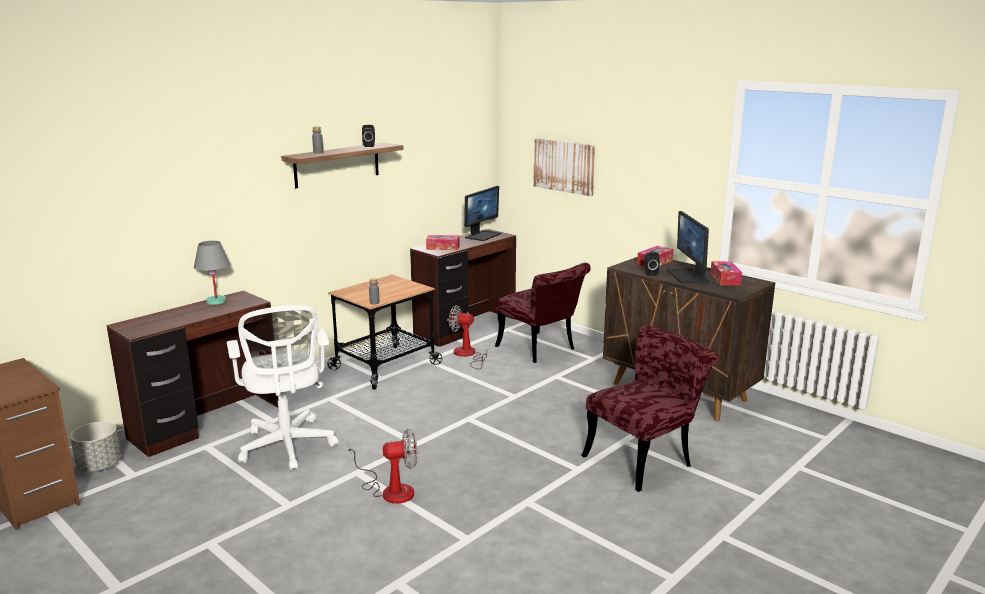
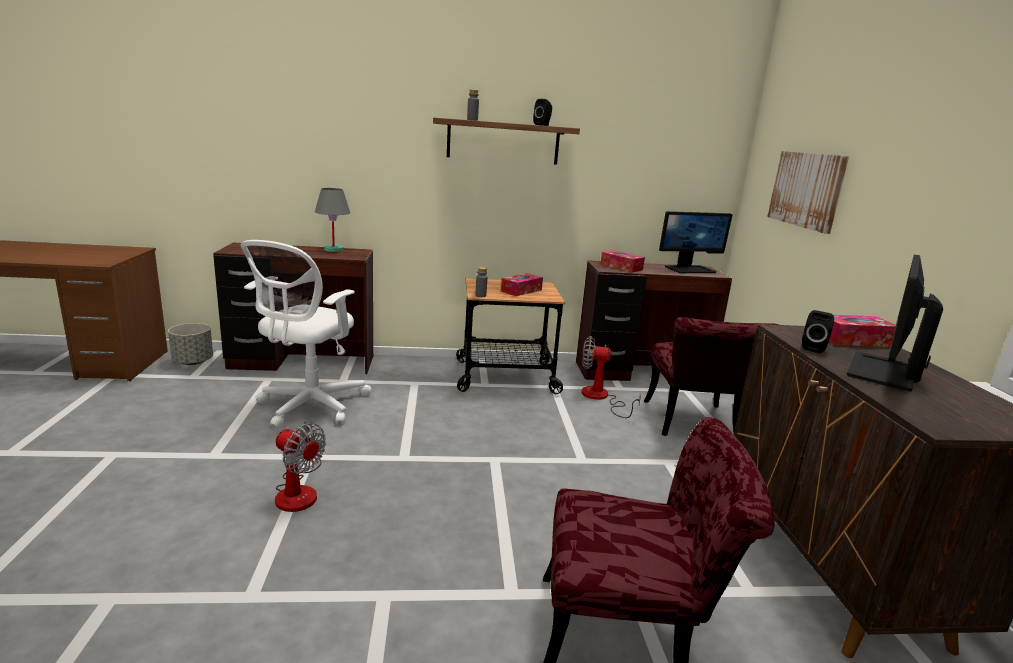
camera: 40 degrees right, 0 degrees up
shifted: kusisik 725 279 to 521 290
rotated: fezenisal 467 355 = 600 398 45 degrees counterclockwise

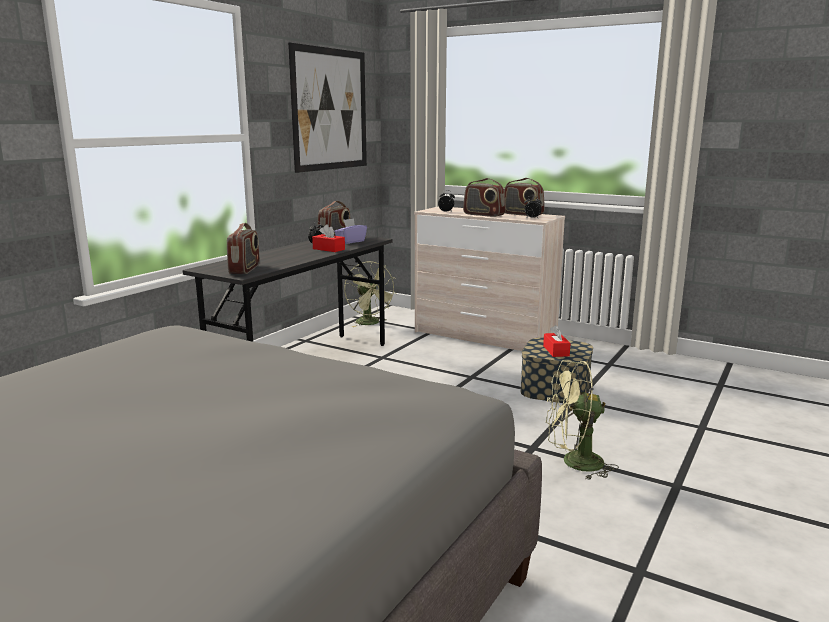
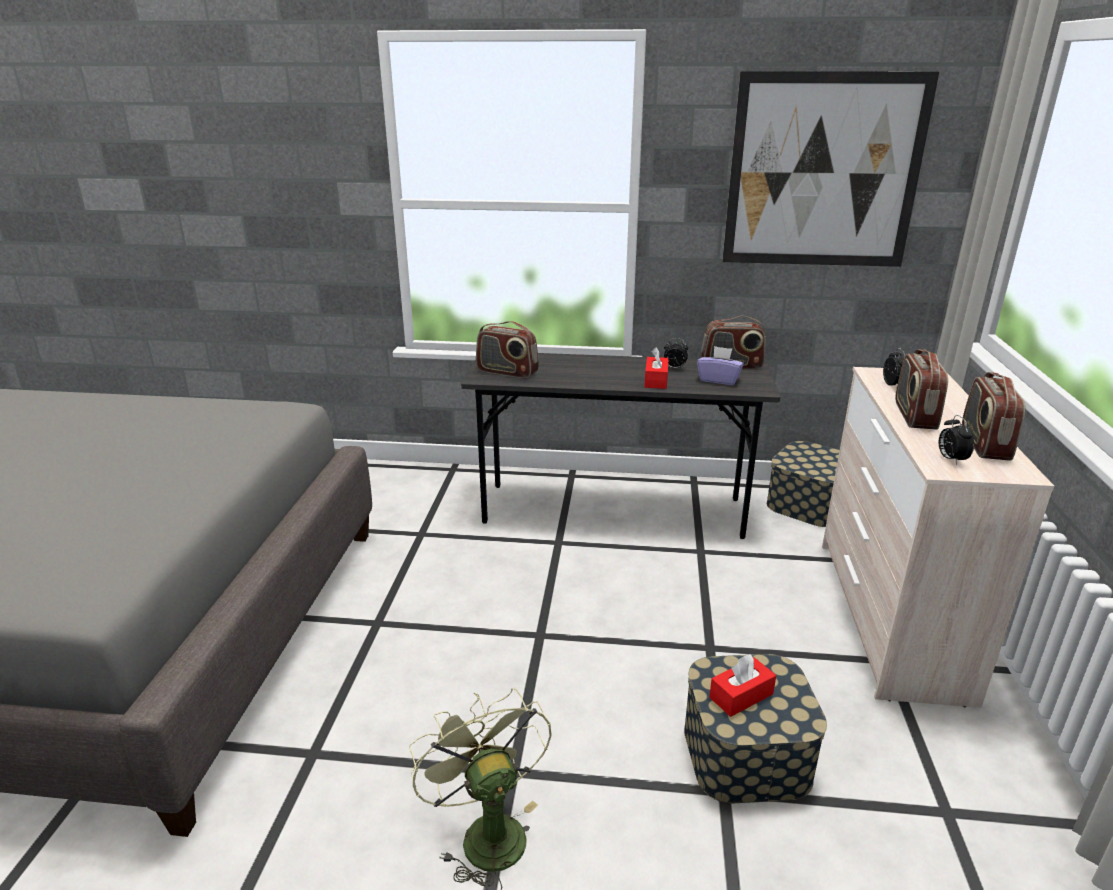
camera: 65 degrees right, 10 degrees up
swapped: green fezenisal 370 323 to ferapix 809 503
rotated: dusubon 245 269 = 507 372 45 degrees clockwise

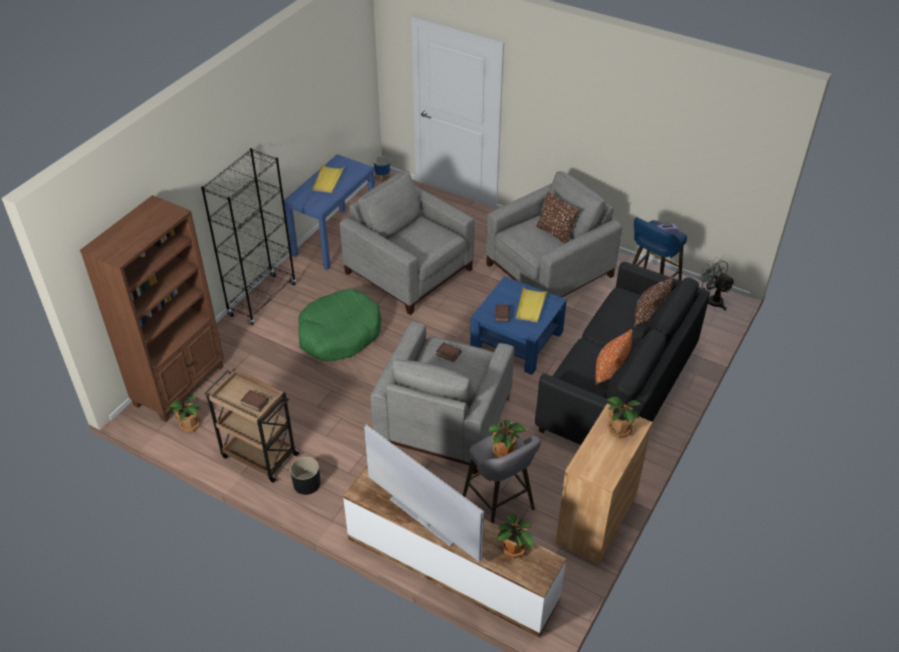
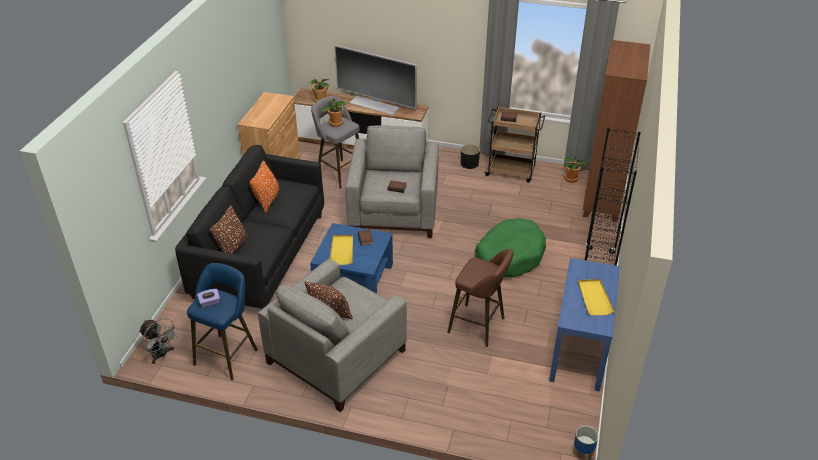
camera: 165 degrees right, 5 degrees down
gone: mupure 619 429
swapped: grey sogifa 410 271 to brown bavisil 479 326

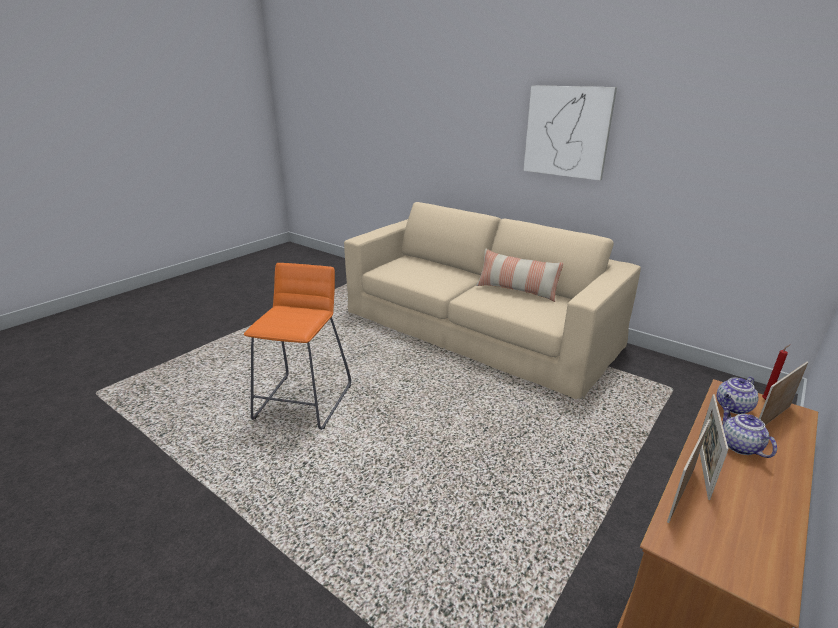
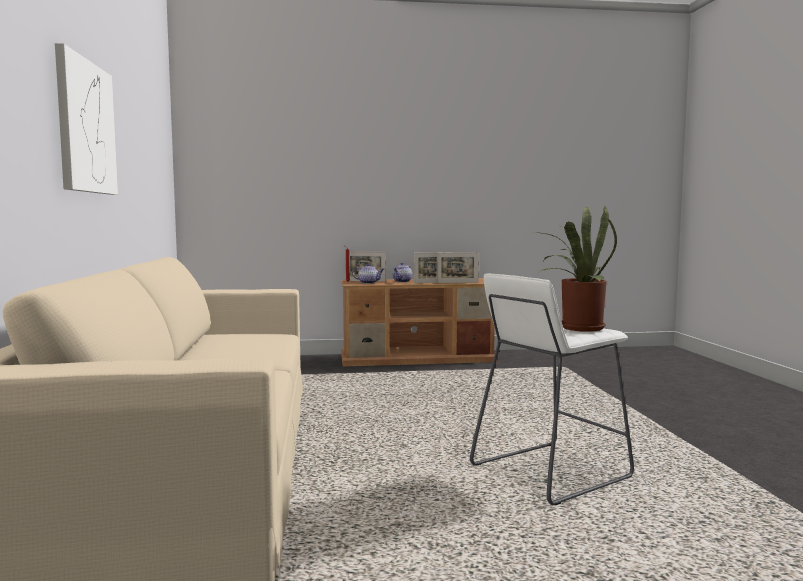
camera: 135 degrees left, 20 degrees down
gone: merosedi 517 290
new: mupure 577 328
repainted: orange bavisil 304 401 to white bavisil 550 472

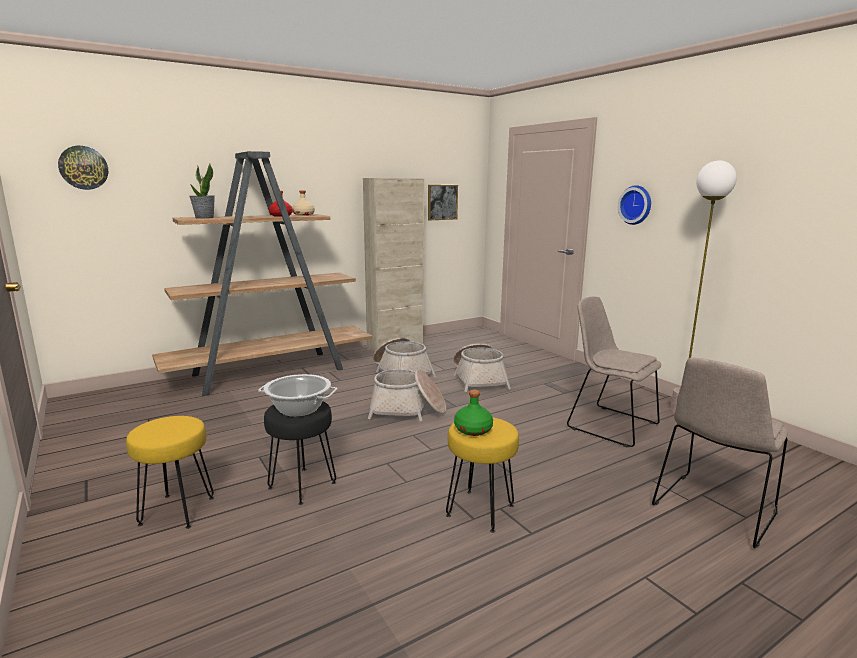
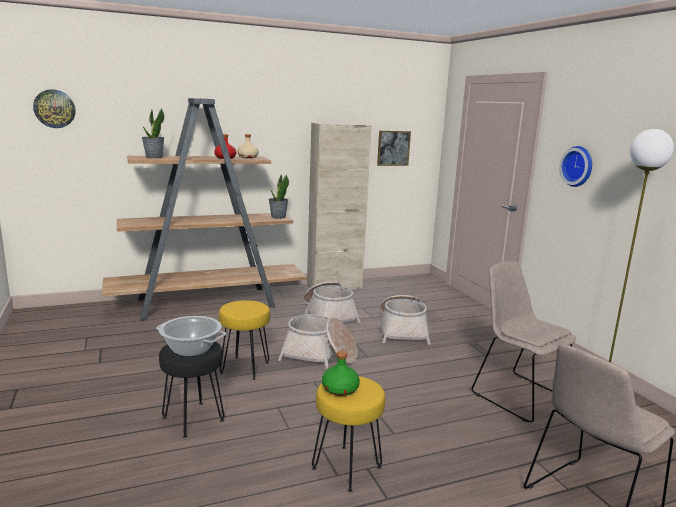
camera: 10 degrees right, 0 degrees up
new: mupure 278 217
shifted: yellow bavisil 177 510 to 244 367

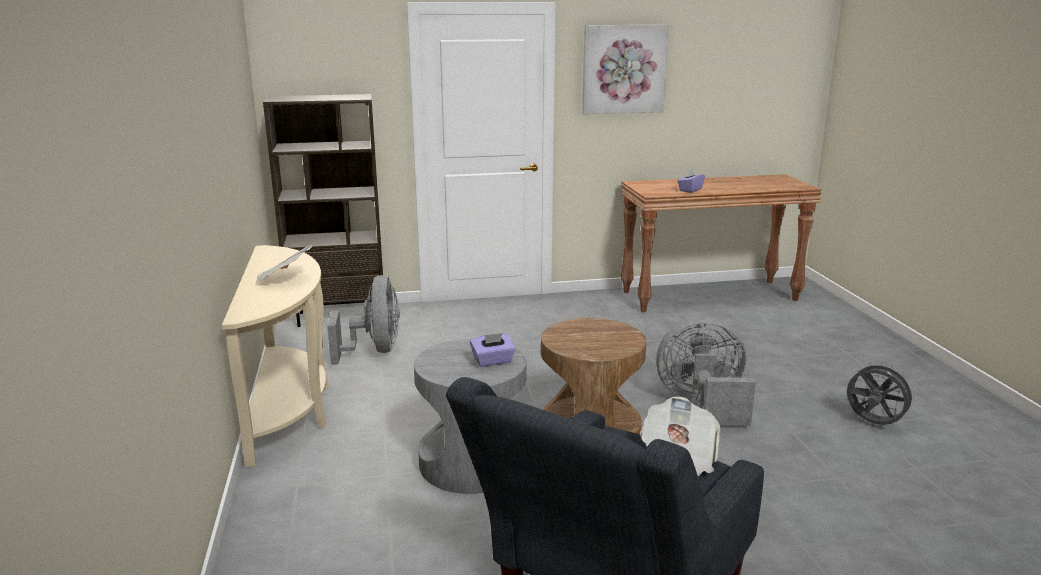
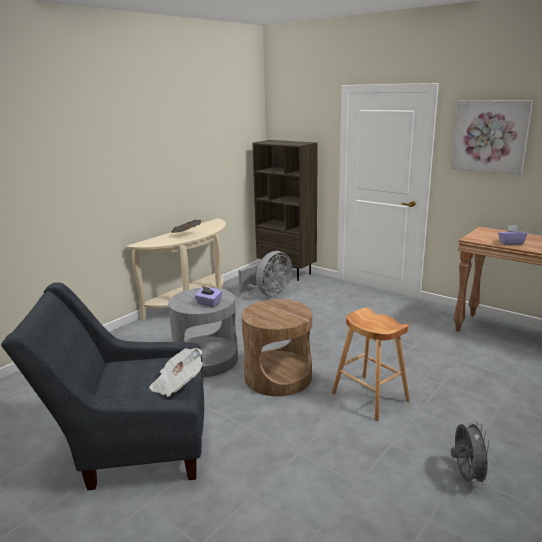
camera: 50 degrees right, 0 degrees up
swapped: grey fezenisal 702 404 to brown bavisil 370 397

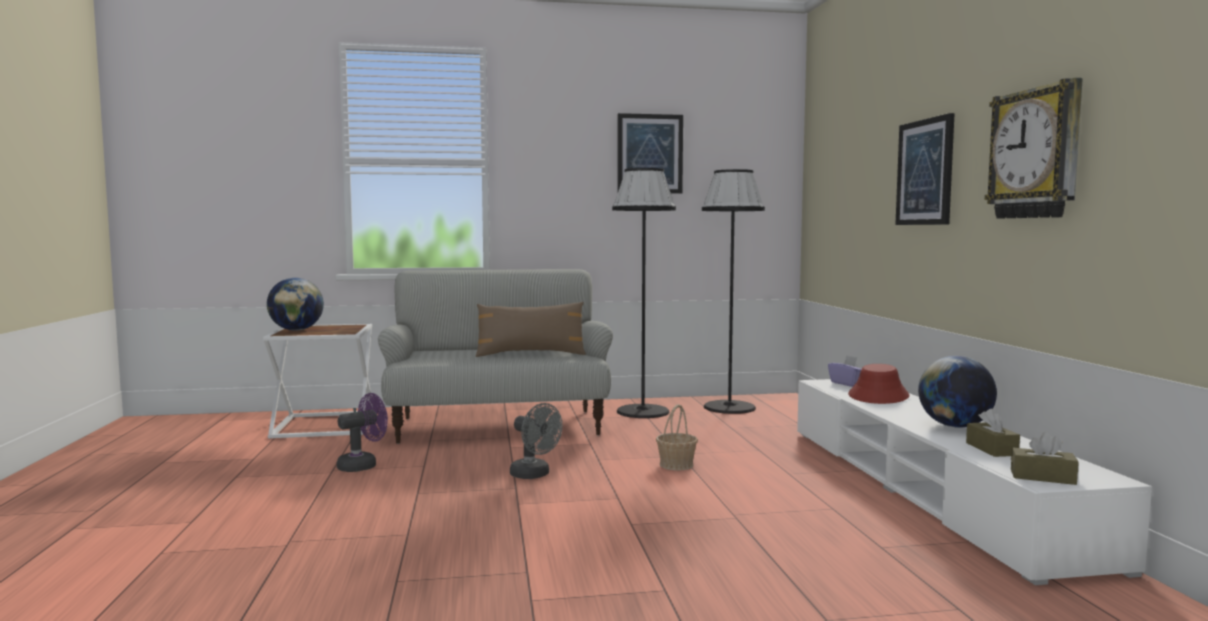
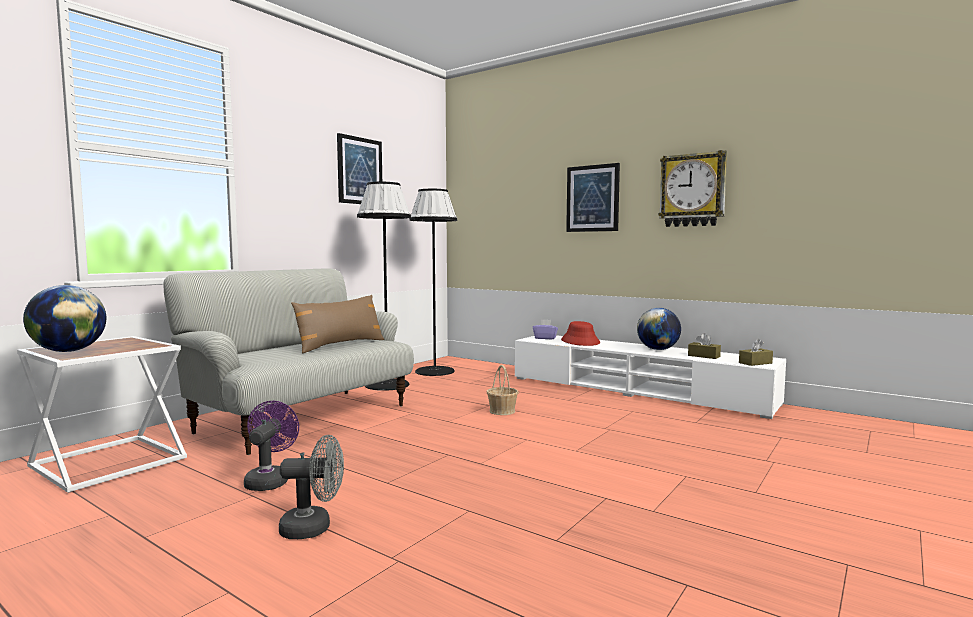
camera: 45 degrees left, 0 degrees up
shifted: grey fezenisal 534 475 to 314 528

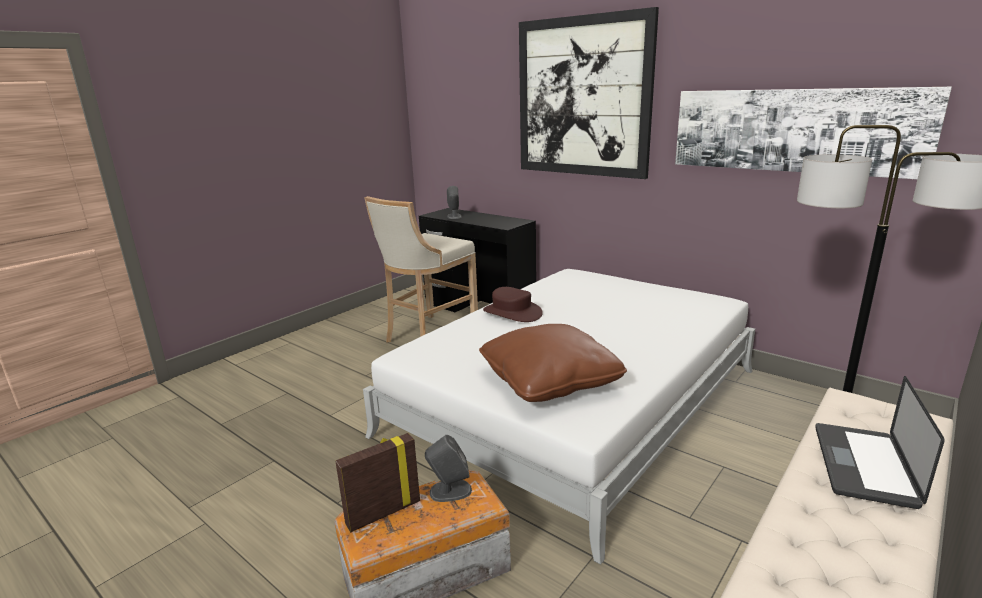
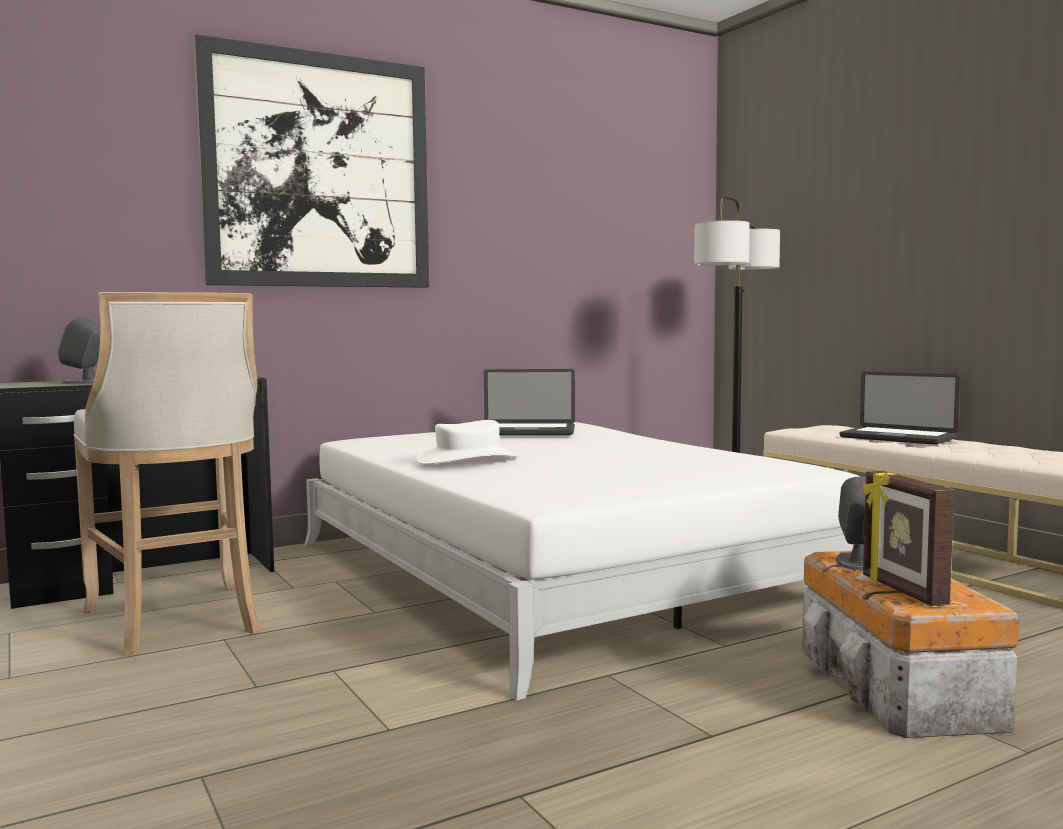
camera: 70 degrees left, 15 degrees down
gone: brown merosedi 549 381; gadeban 794 130
new: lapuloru 527 431
repainted: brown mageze 512 313 to white mageze 468 459

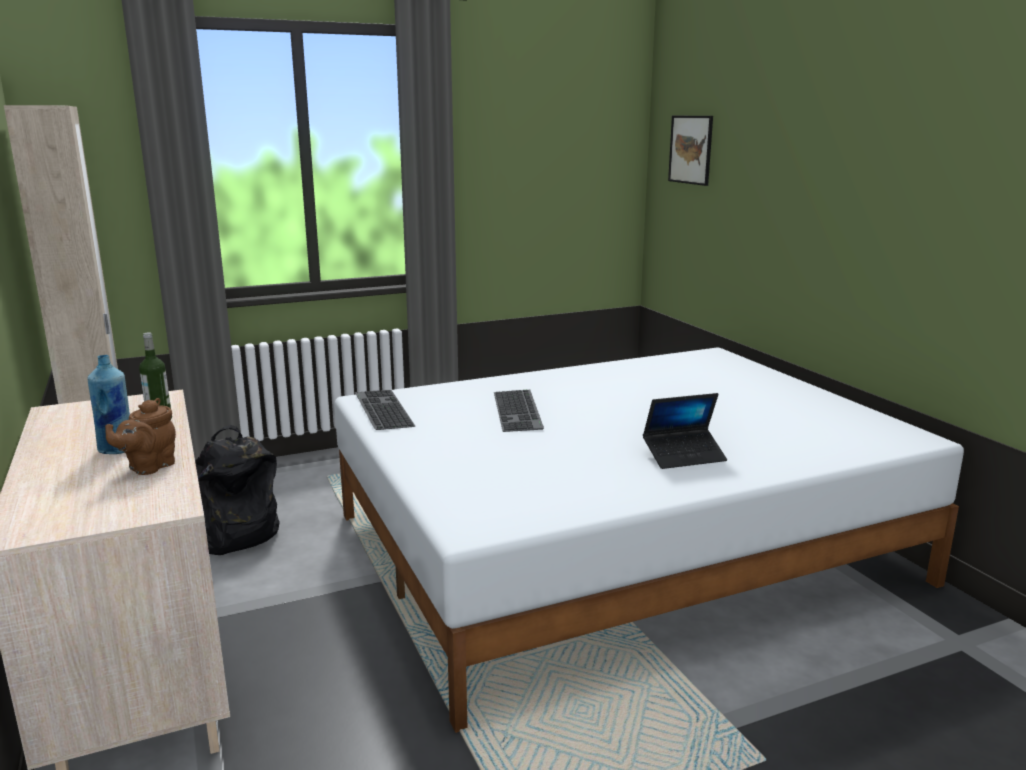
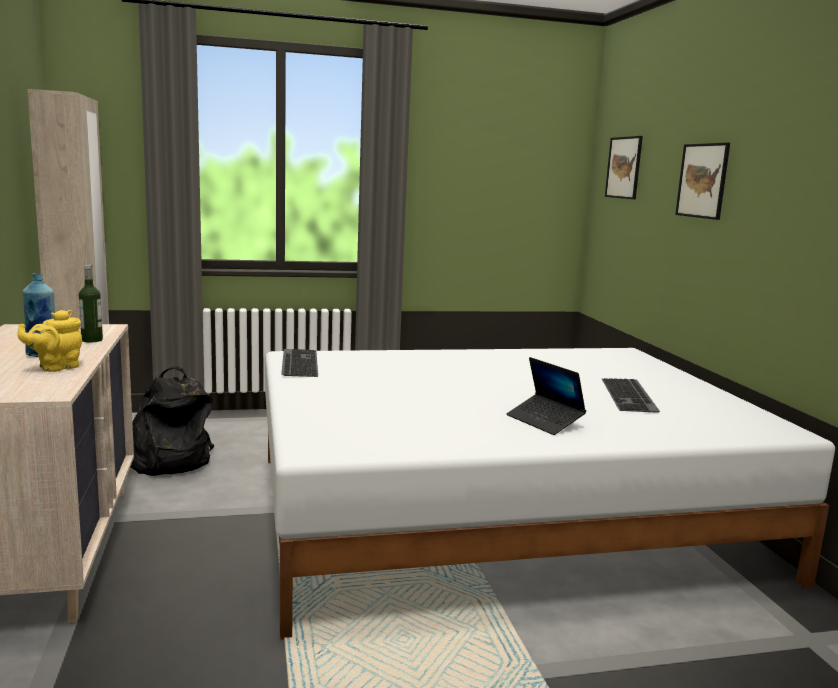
camera: 10 degrees right, 5 degrees down
new: gadeban 702 180
shifted: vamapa 519 410 to 630 395
repainted: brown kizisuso 148 467 to yellow kizisuso 56 367
rotated: lapuloru 684 456 = 544 421 60 degrees clockwise

